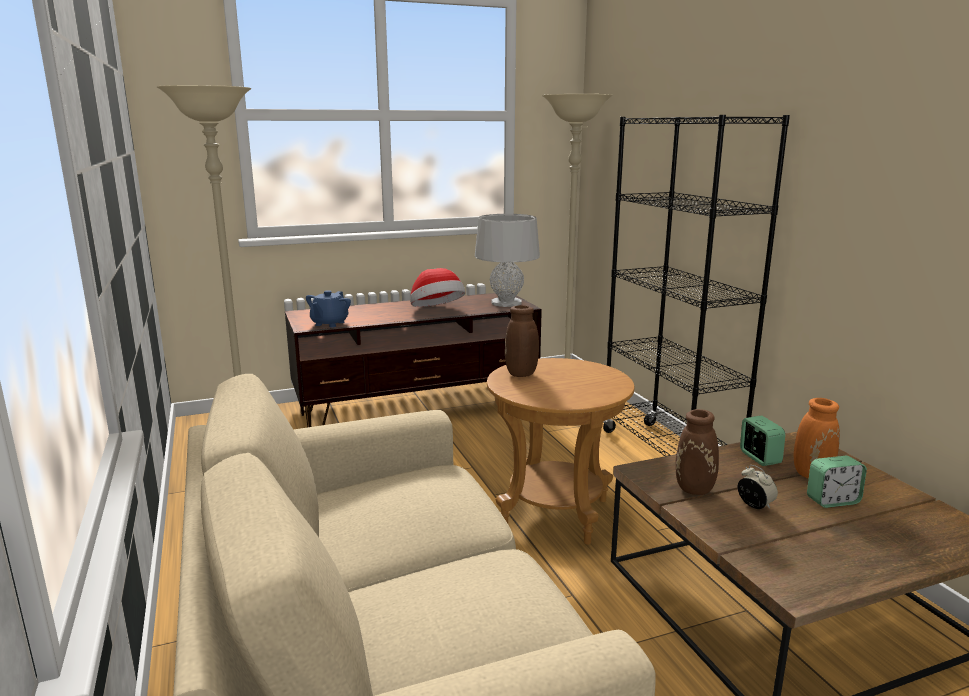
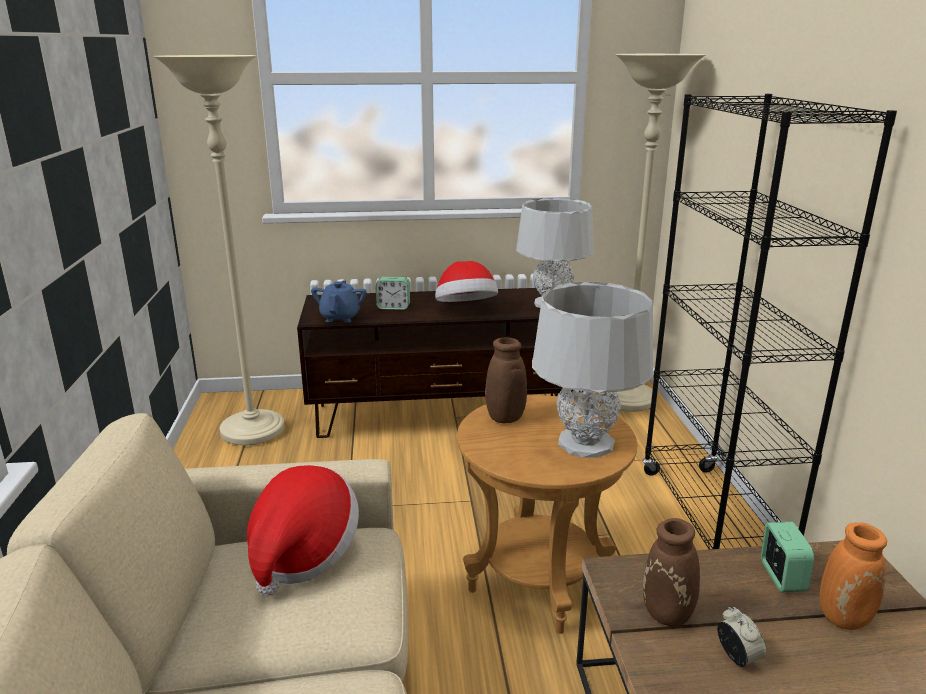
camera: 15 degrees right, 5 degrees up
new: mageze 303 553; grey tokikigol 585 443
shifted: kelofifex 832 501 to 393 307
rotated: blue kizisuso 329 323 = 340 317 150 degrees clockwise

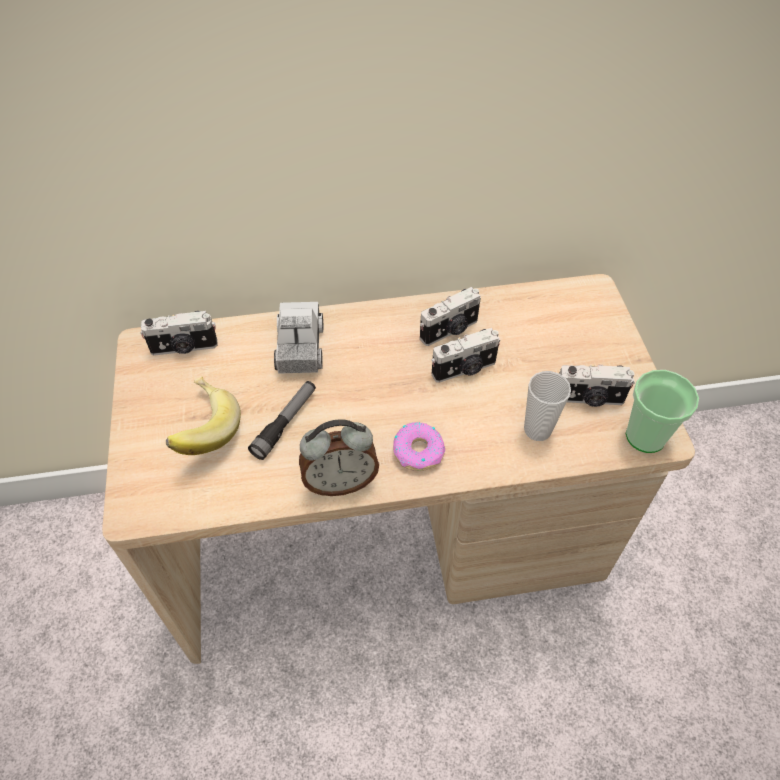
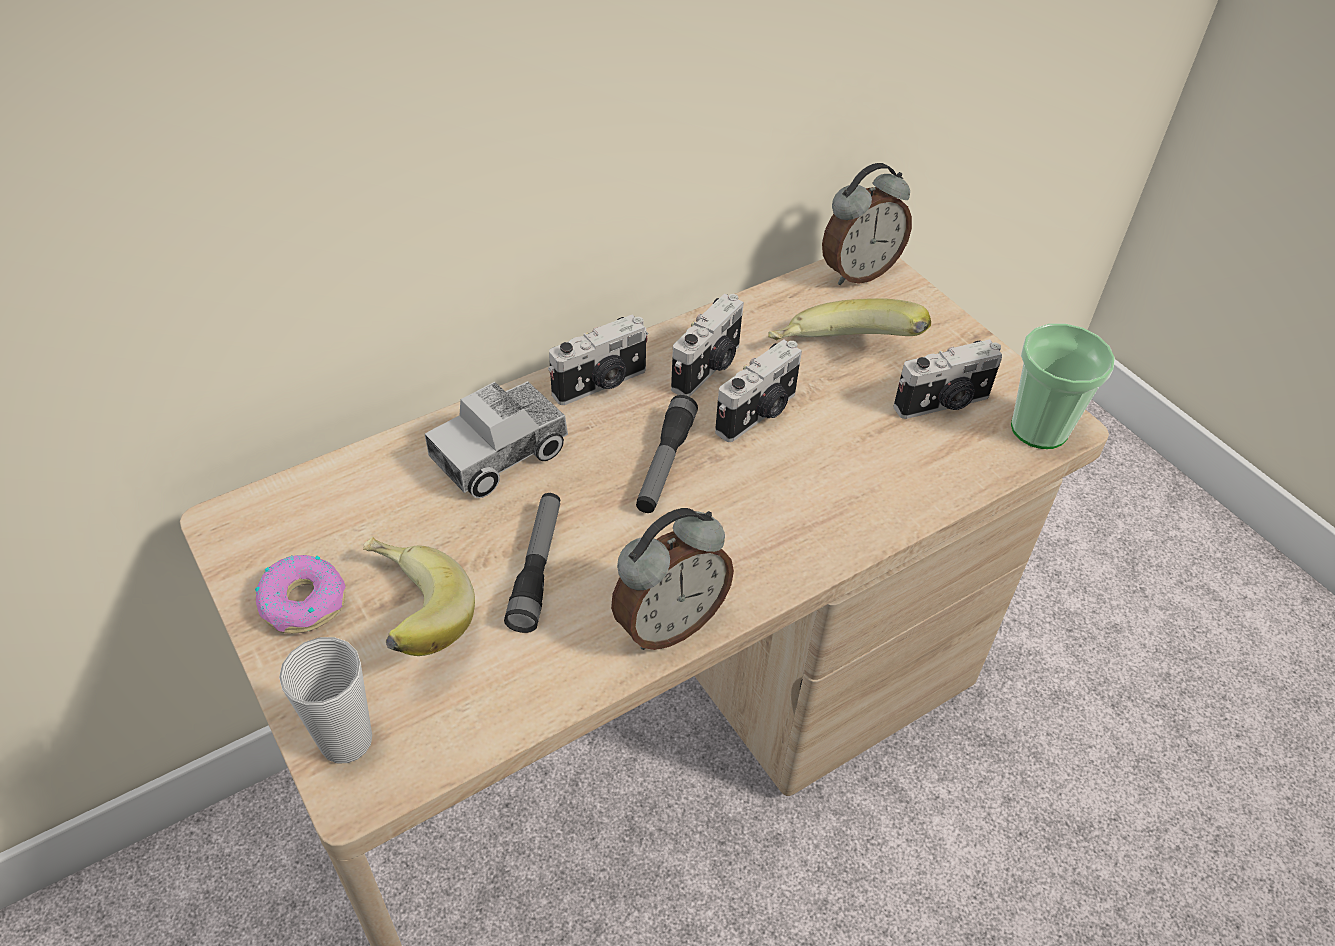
camera: 25 degrees left, 5 degrees down
new: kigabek 665 464; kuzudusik 841 357; kelofifex 857 272
shifted: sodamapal 184 348 to 601 384; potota 418 451 to 304 601; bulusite 537 430 to 346 741
rotated: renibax 300 348 = 500 454 105 degrees counterclockwise

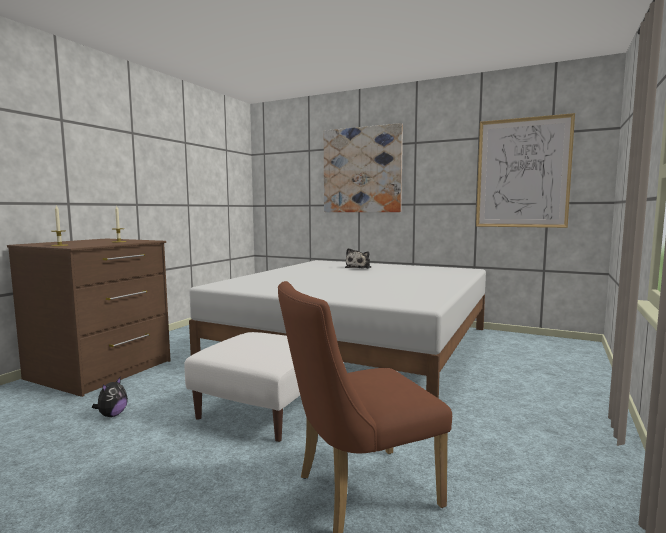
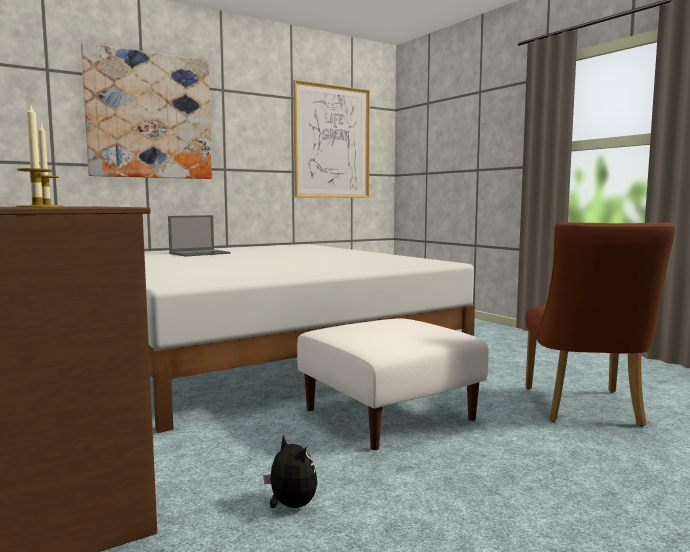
camera: 60 degrees left, 0 degrees up
swapped: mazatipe 359 267 to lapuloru 200 253

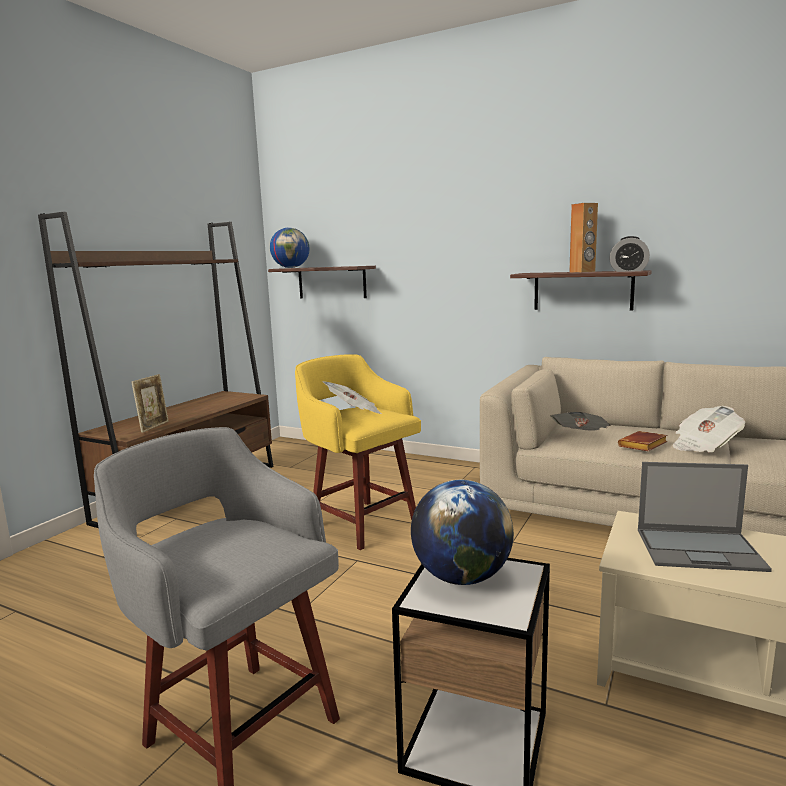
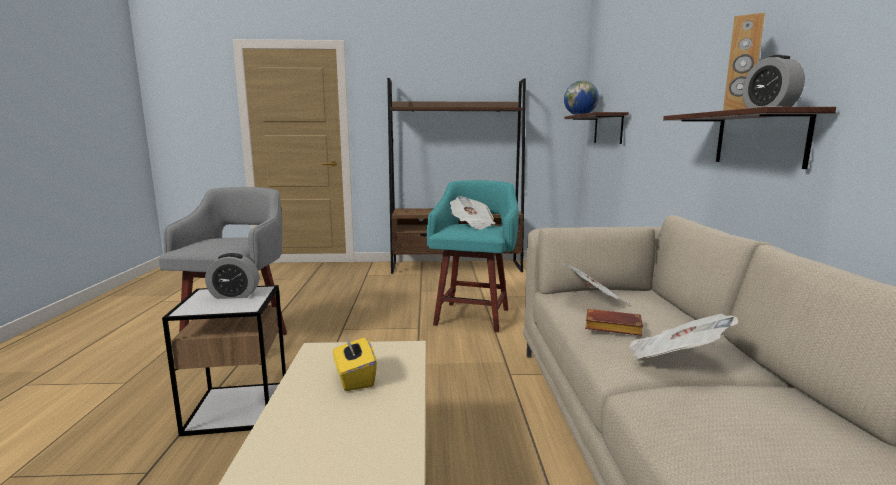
camera: 60 degrees right, 0 degrees up
gone: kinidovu 154 427
swapped: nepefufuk 462 577 to kelofifex 234 295; lapuloru 700 549 to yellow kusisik 354 378
repainted: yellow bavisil 361 523 to turquoise bavisil 473 315

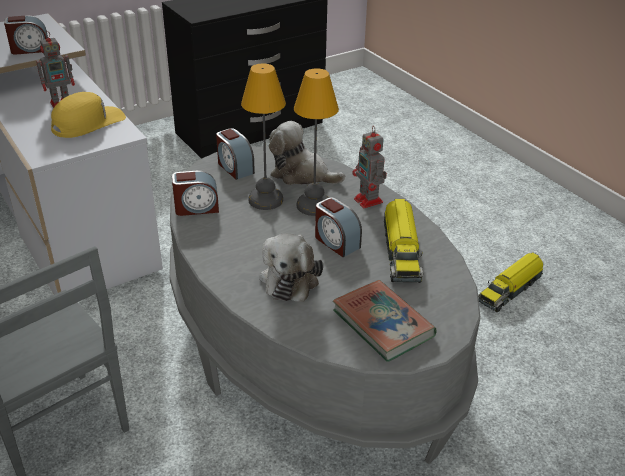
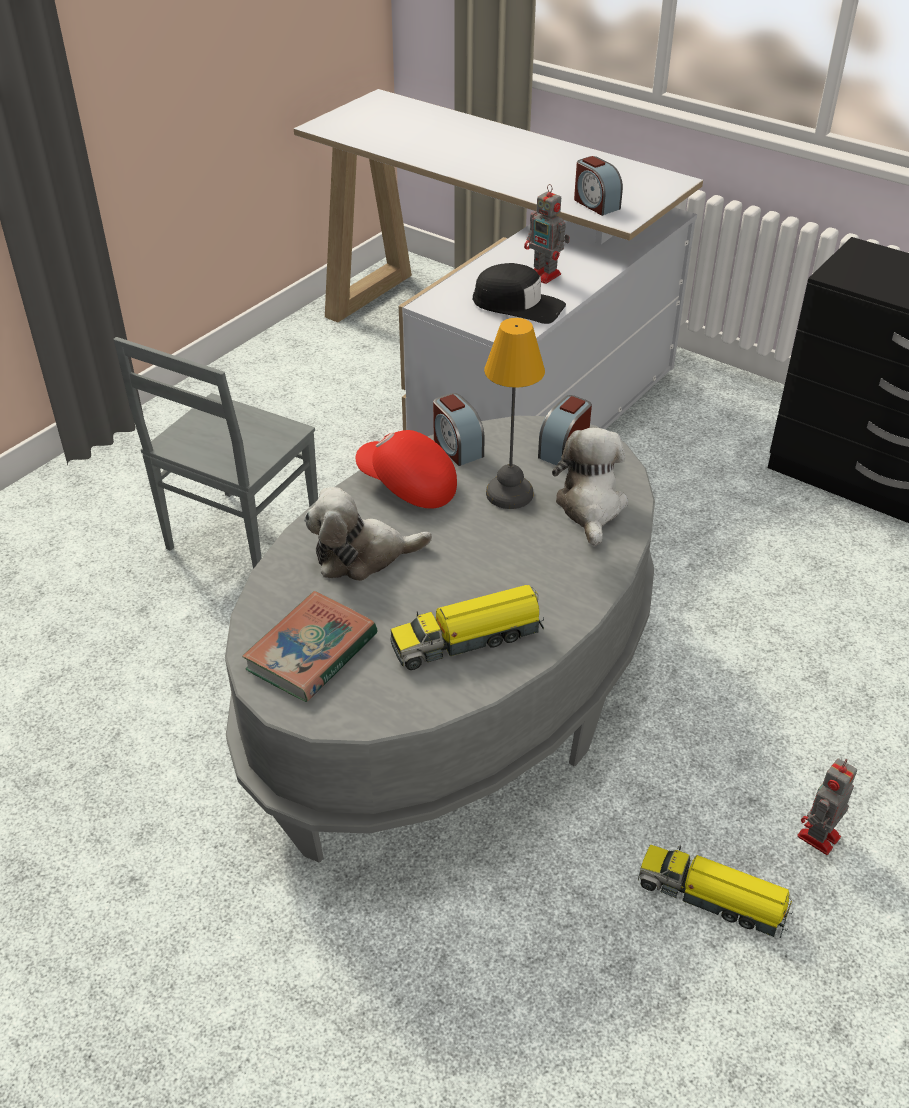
camera: 70 degrees right, 5 degrees up
gone: tokikigol 314 205; kelofifex 336 242
new: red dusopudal 407 486
shifted: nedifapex 369 201 to 817 838
repainted: yellow dusopudal 88 123 to black dusopudal 518 305

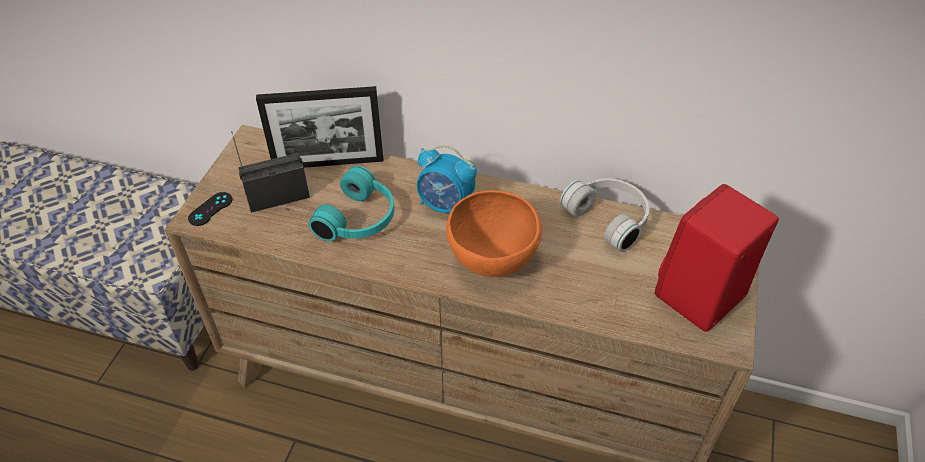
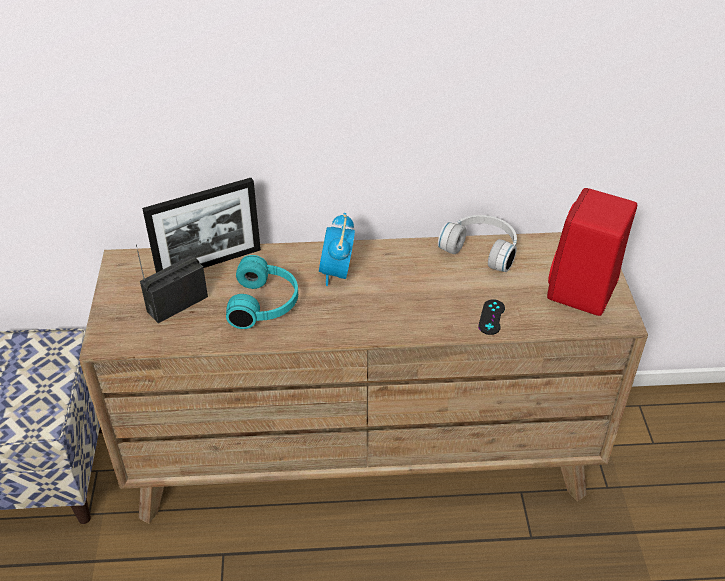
camera: 20 degrees left, 5 degrees down
gone: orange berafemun 491 260
shifted: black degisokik 210 209 to 491 317
rotated: kelofifex 445 205 = 337 273 90 degrees clockwise

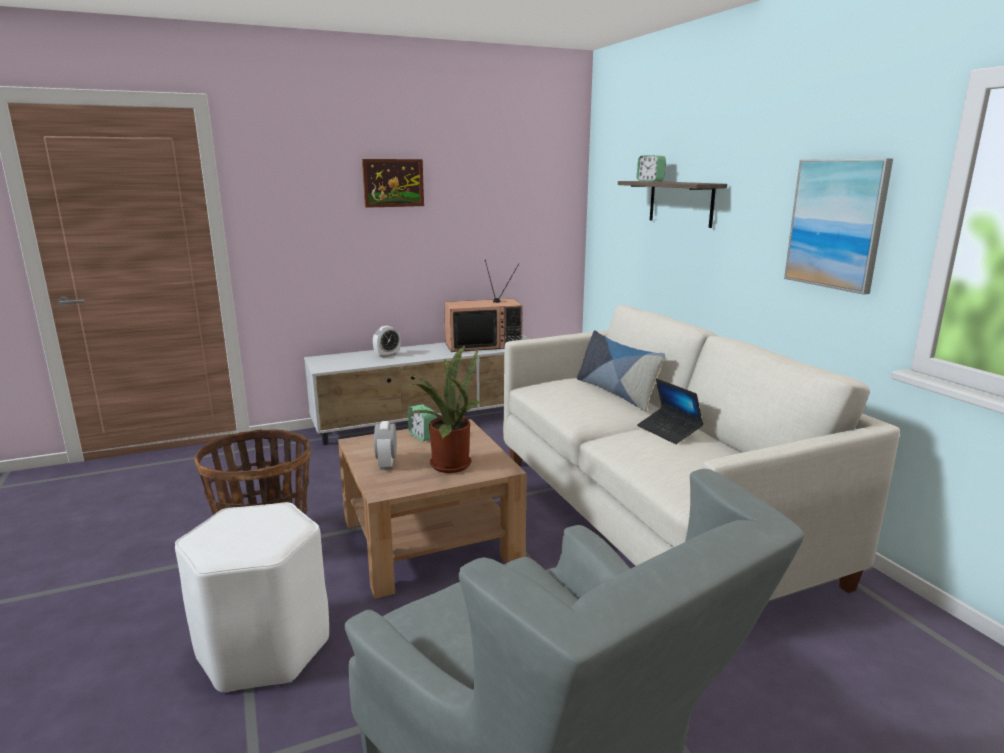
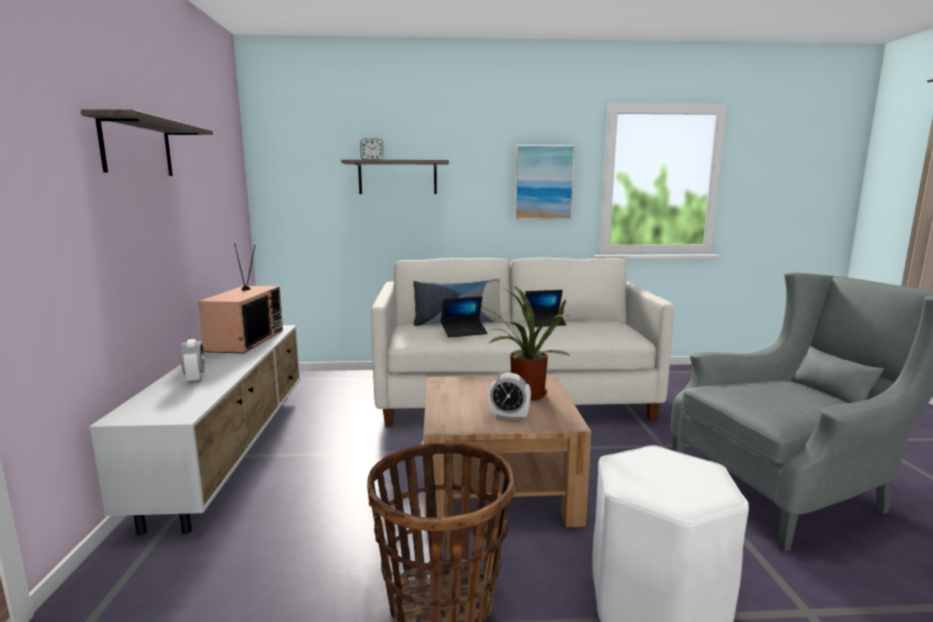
camera: 70 degrees left, 5 degrees down
gone: kelofifex 422 436
new: lapuloru 464 332
swapped: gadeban 393 183 to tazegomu 137 148

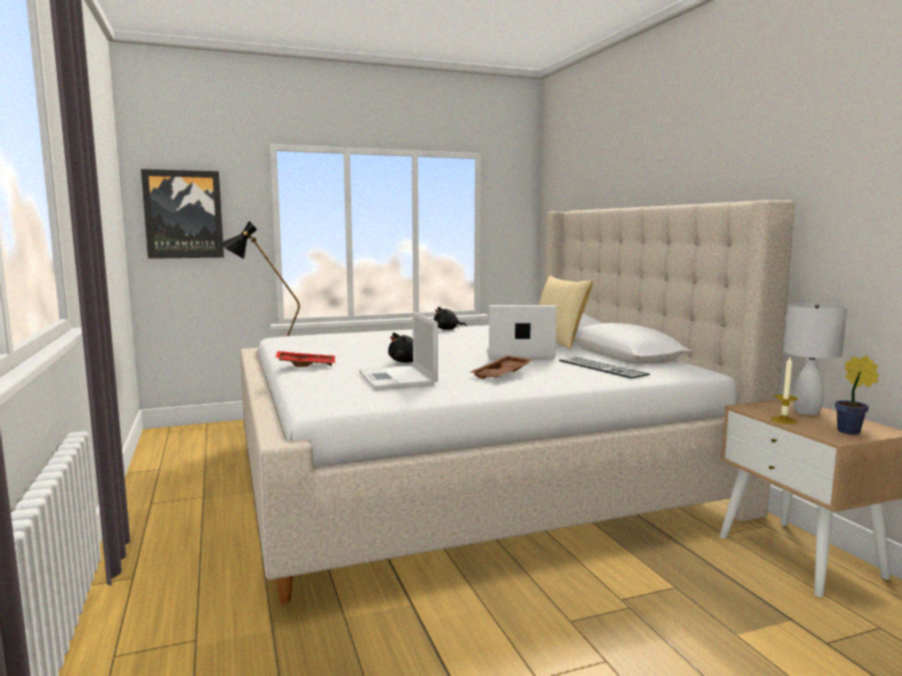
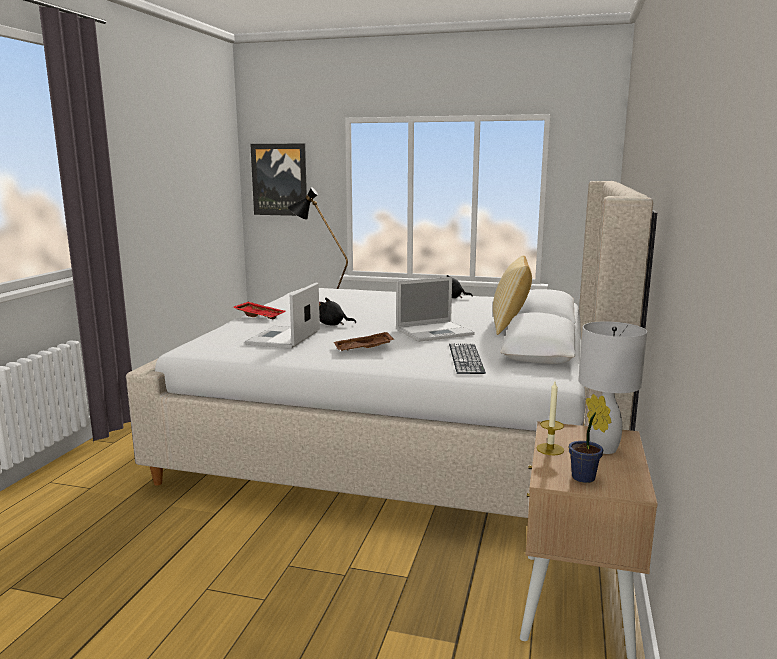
camera: 35 degrees right, 5 degrees up
rotated: lapuloru 518 354 = 436 332 120 degrees clockwise

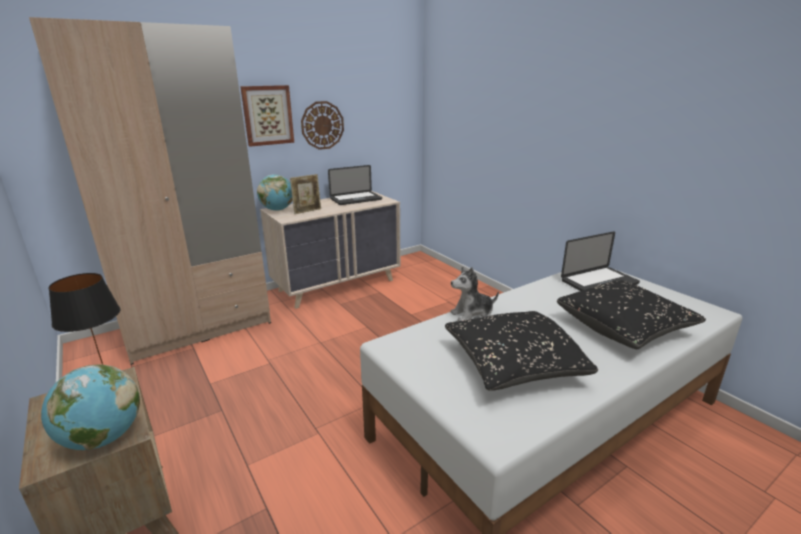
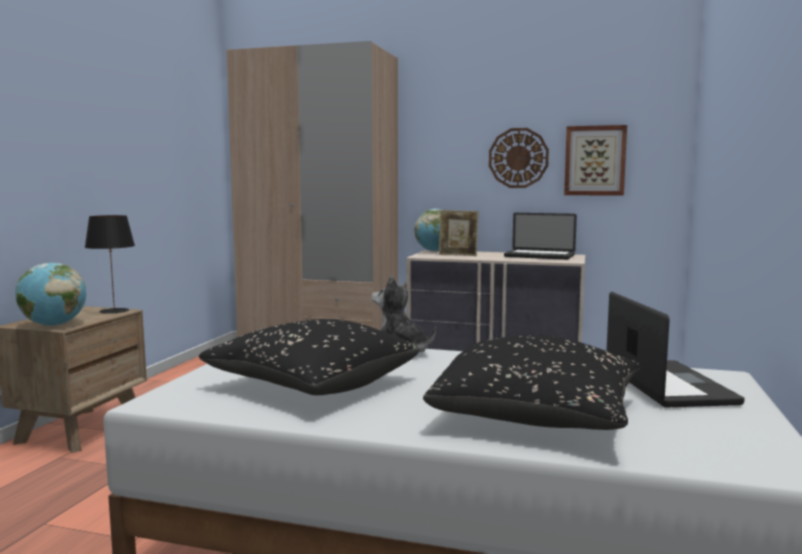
camera: 50 degrees right, 15 degrees down
shifted: gadeban 267 115 to 595 160
rotated: lapuloru 599 282 = 668 385 120 degrees counterclockwise

